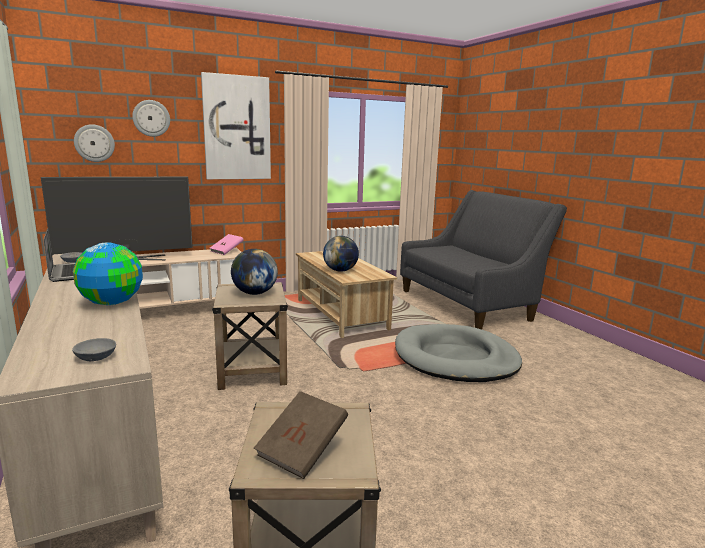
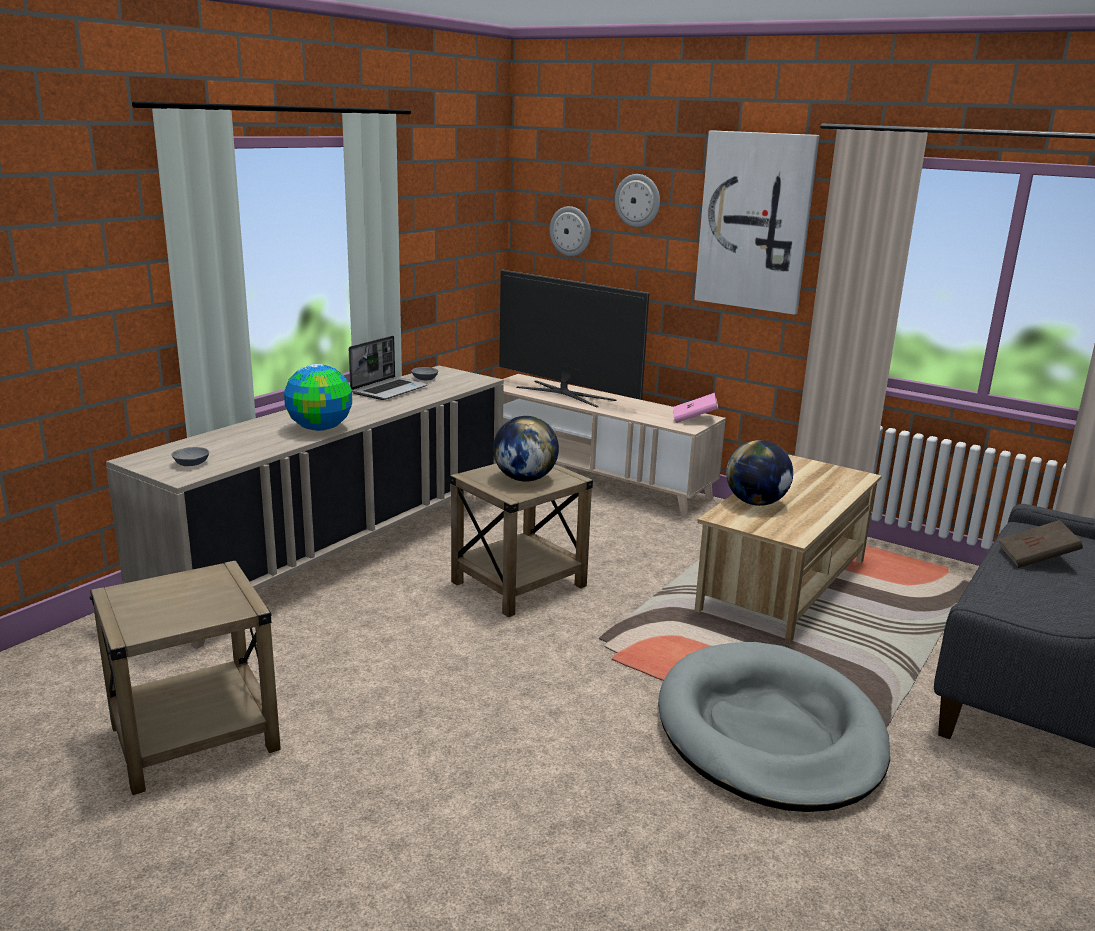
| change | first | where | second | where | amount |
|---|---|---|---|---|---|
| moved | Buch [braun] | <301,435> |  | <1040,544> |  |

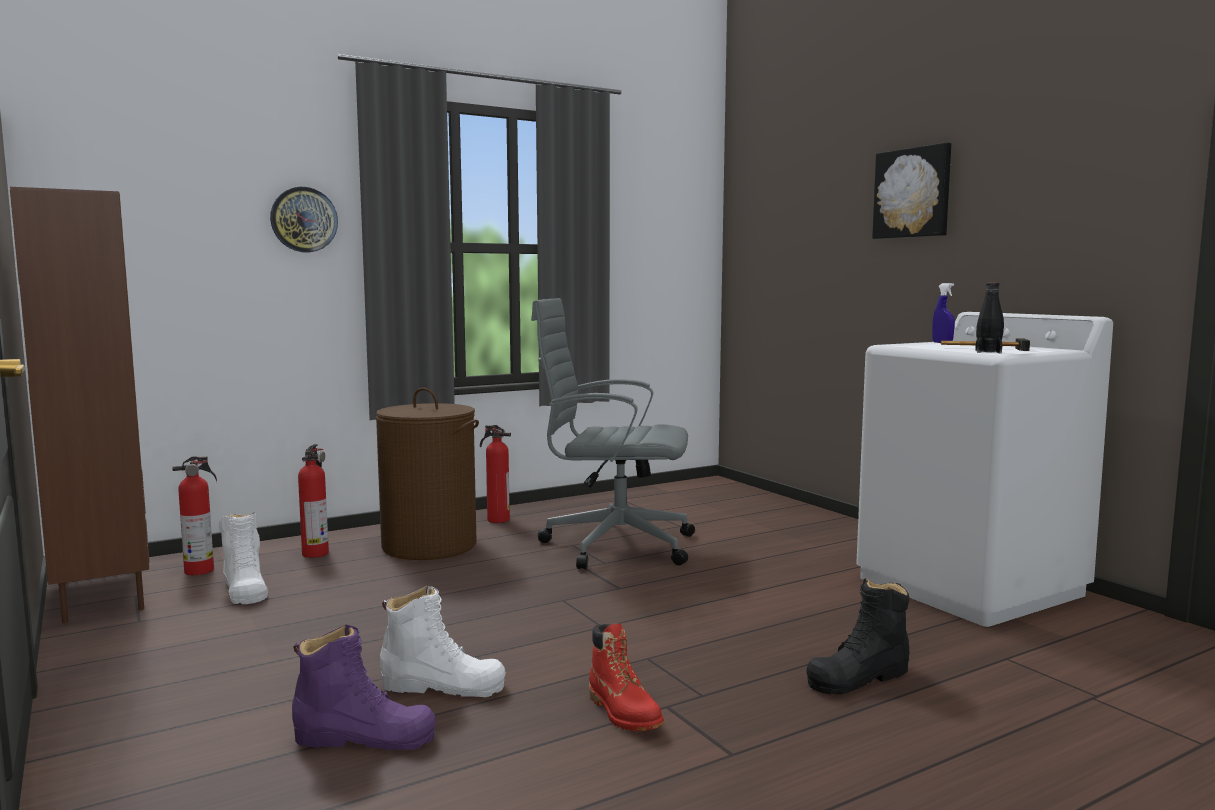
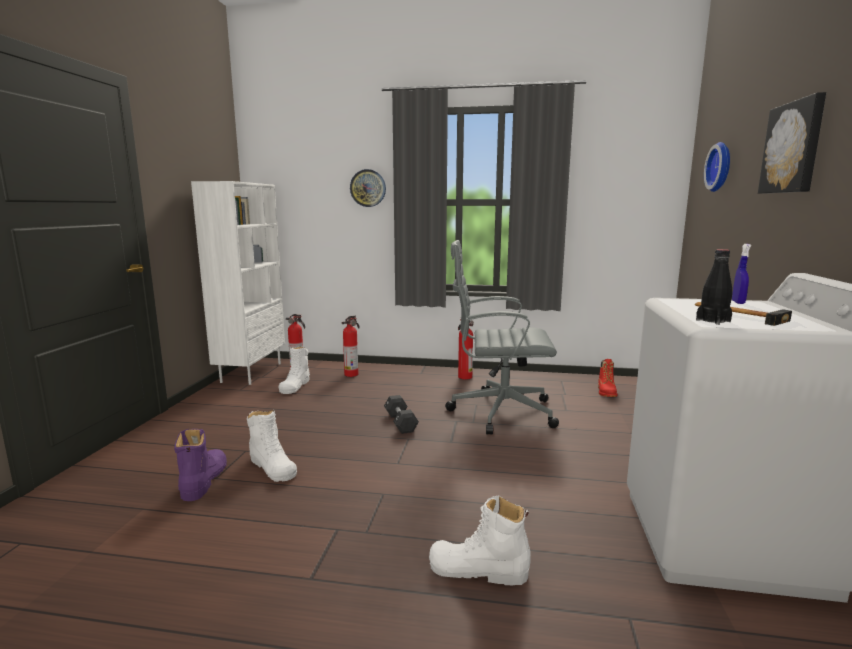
| change | first | where | second | where | amount |
|---|---|---|---|---|---|
| removed | Wäschekorb [braun] | <427,473> |  |  |  |
| added |  |  | Hantel [schwarz] | <401,414> |  |
| added |  |  | Wanduhr | <717,167> |  |
| moved | Stiefel [rot] | <626,677> |  | <607,378> |  |
| recoloured | Bücherregal [braun] | <80,405> | Bücherregal [weiß] | <238,283> |  |
| recoloured | Stiefel [schwarz] | <858,636> | Stiefel [weiß] | <480,540> |  |
| turned | Stiefel [lila] | <364,687> |  | <200,465> | 135 degrees counterclockwise |
| turned | Bürostuhl [grau] | <613,433> |  | <502,337> | 45 degrees counterclockwise |

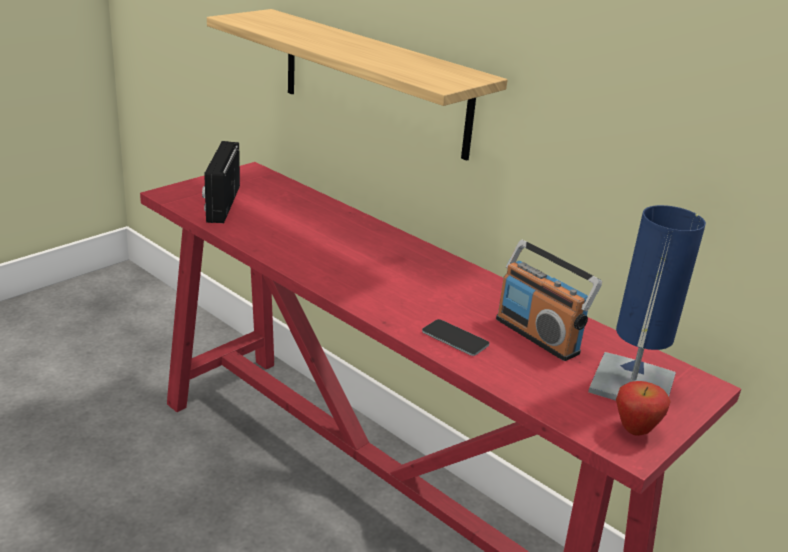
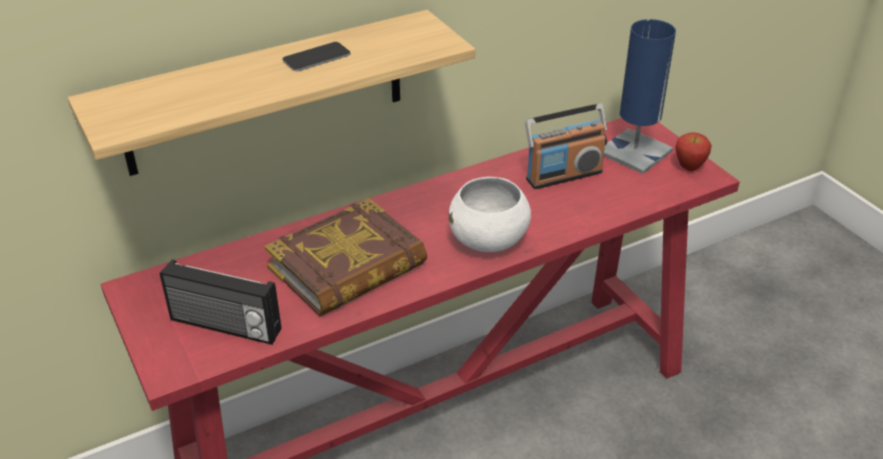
| change | first | where | second | where | amount |
|---|---|---|---|---|---|
| added |  |  | Buch | <346,257> |  |
| added |  |  | Schüssel [weiß] | <490,214> |  |
| moved | Handy | <455,337> |  | <316,56> |  |

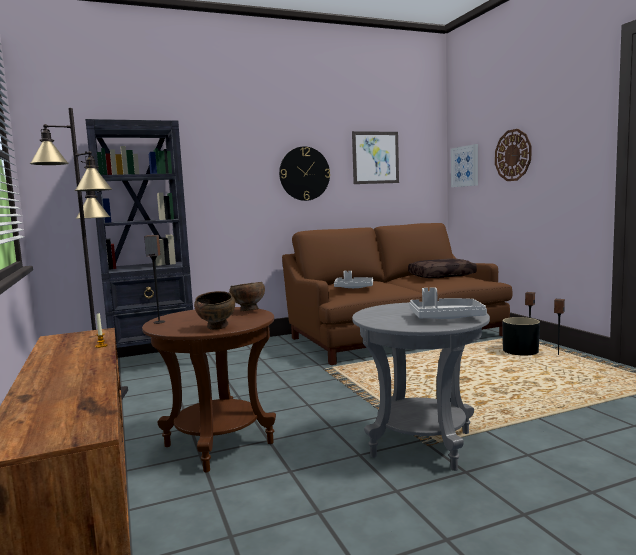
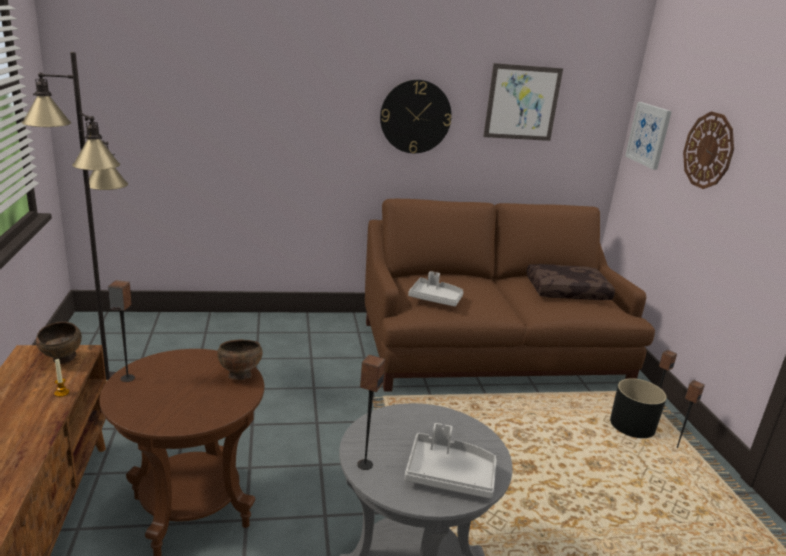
| change | first | where | second | where | amount |
|---|---|---|---|---|---|
| removed | Bücherregal [schwarz] | <139,241> |  |  |  |
| added |  |  | Lautsprecher | <371,412> |  |
| moved | Schüssel [braun] | <214,310> |  | <59,343> |  |

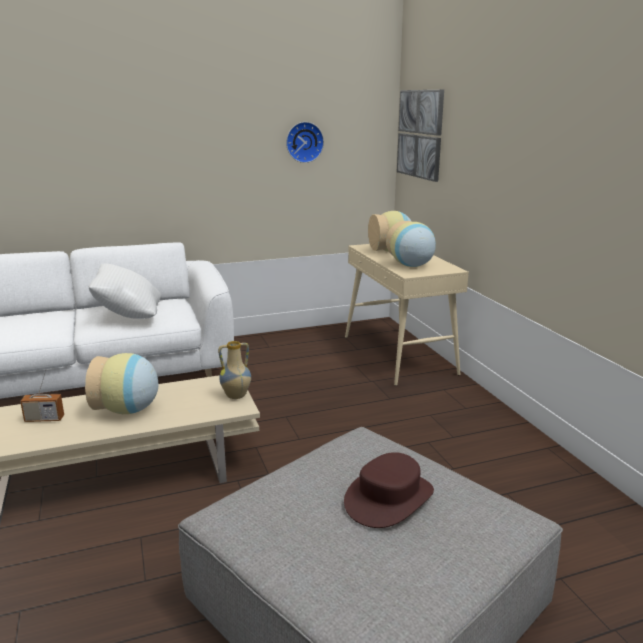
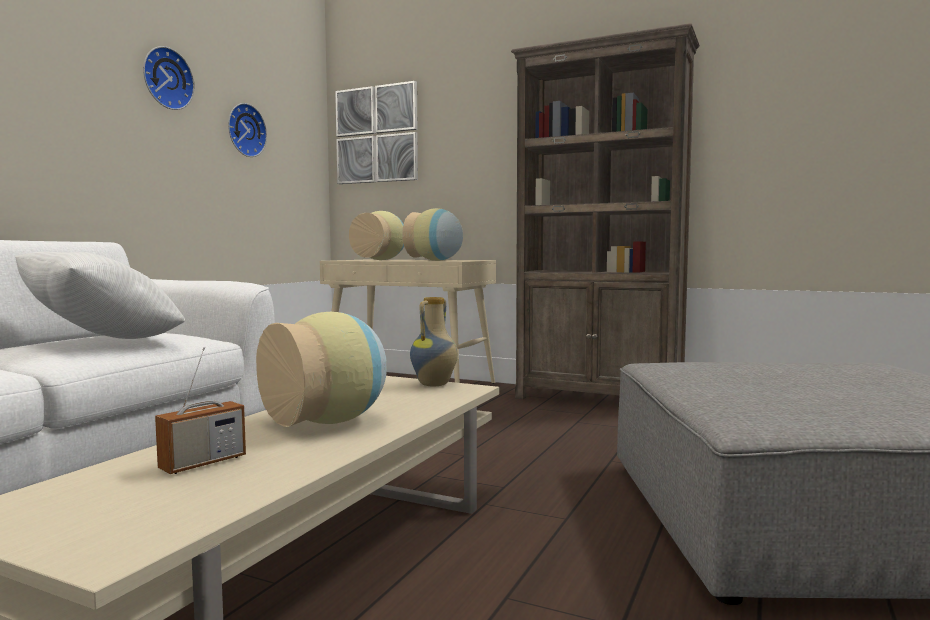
| change | first | where | second | where | amount |
|---|---|---|---|---|---|
| removed | Hut [braun] | <389,490> |  |  |  |
| added |  |  | Wanduhr | <169,78> |  |
| added |  |  | Bücherregal [braun] | <605,211> |  |

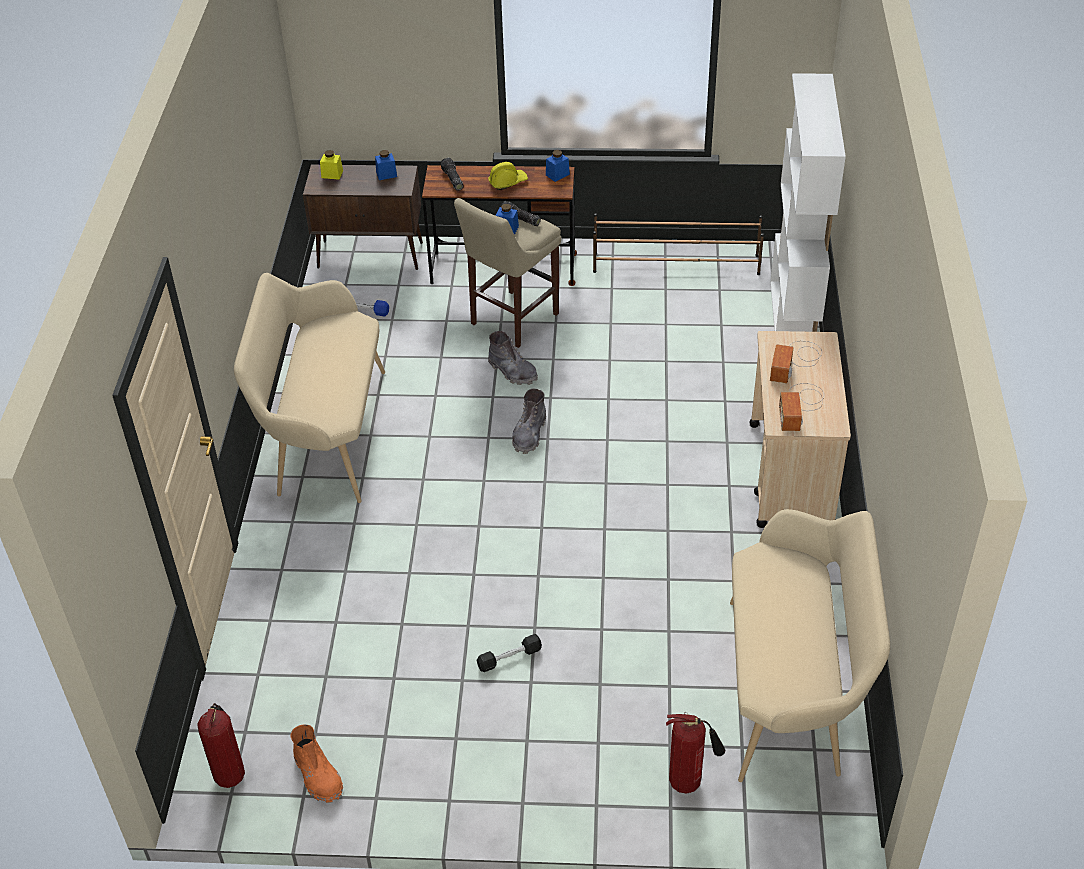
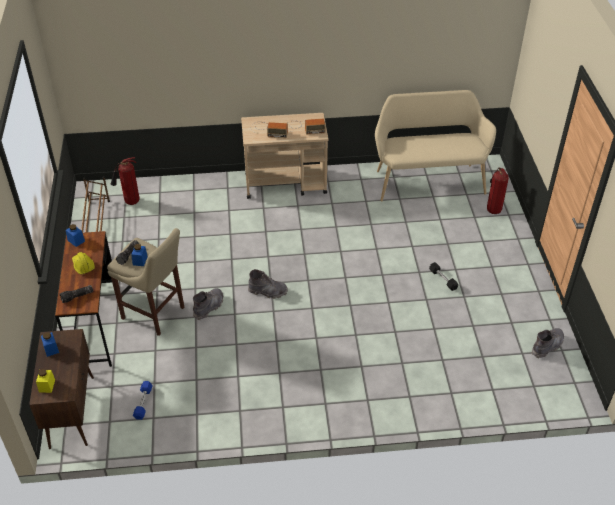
| change | first | where | second | where | amount |
|---|---|---|---|---|---|
| removed | Bank [beige] | <309,388> |  |  |  |
| removed | Bücherregal [weiß] | <808,202> |  |  |  |
| moved | Feuerlöscher | <221,745> |  | <125,181> |  |
| recoloured | Stiefel [orange] | <317,764> | Stiefel [grau] | <547,343> |  |

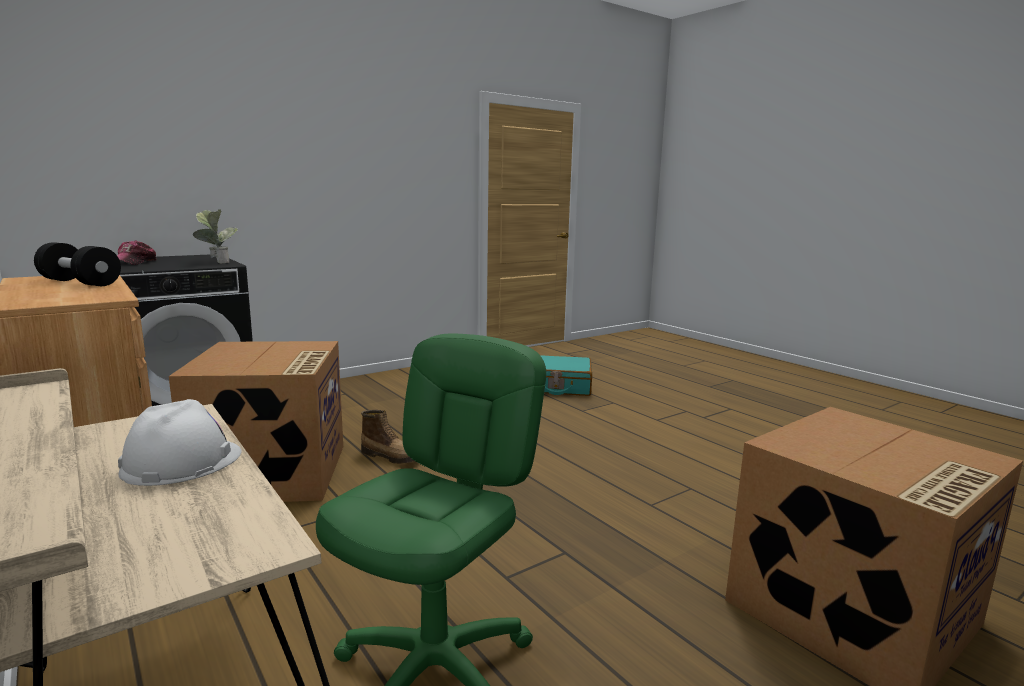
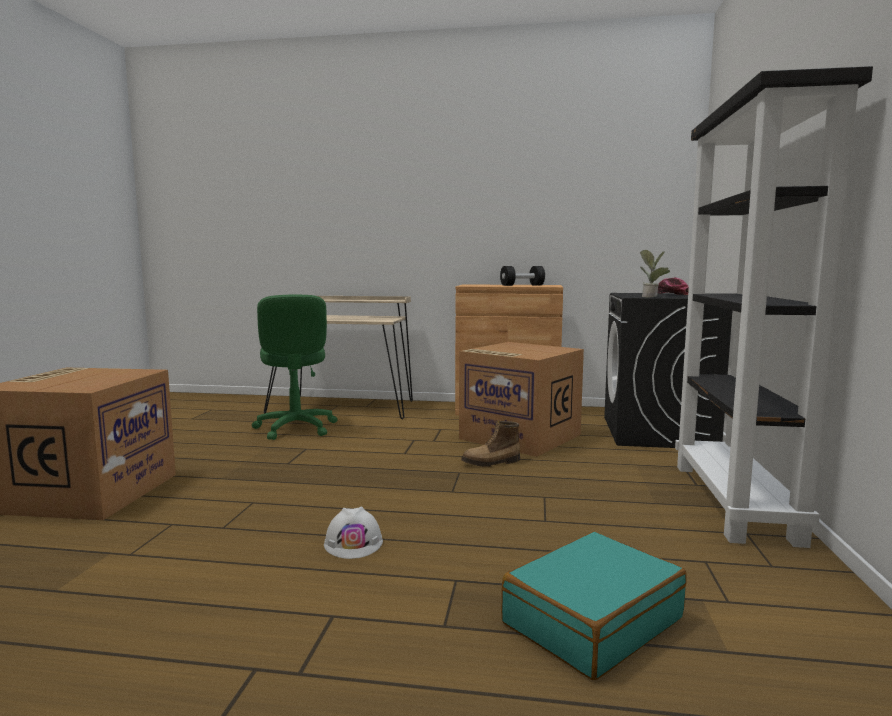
| change | first | where | second | where | amount |
|---|---|---|---|---|---|
| added |  |  | Bücherregal [schwarz] | <774,307> |  |
| moved | Schutzhelm [weiß] | <180,442> |  | <353,533> |  |

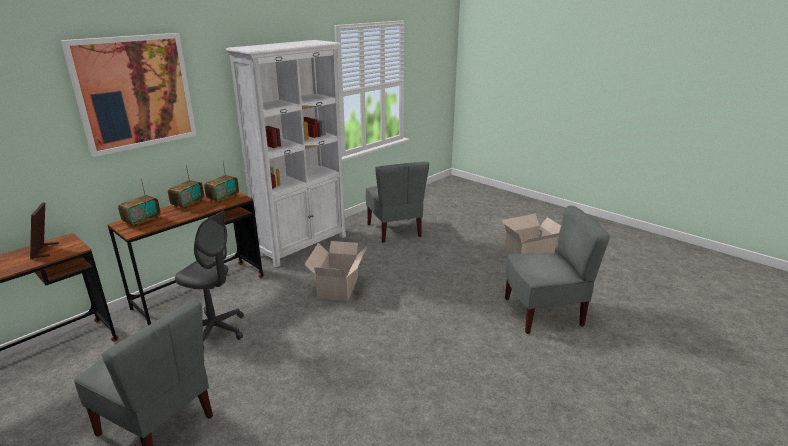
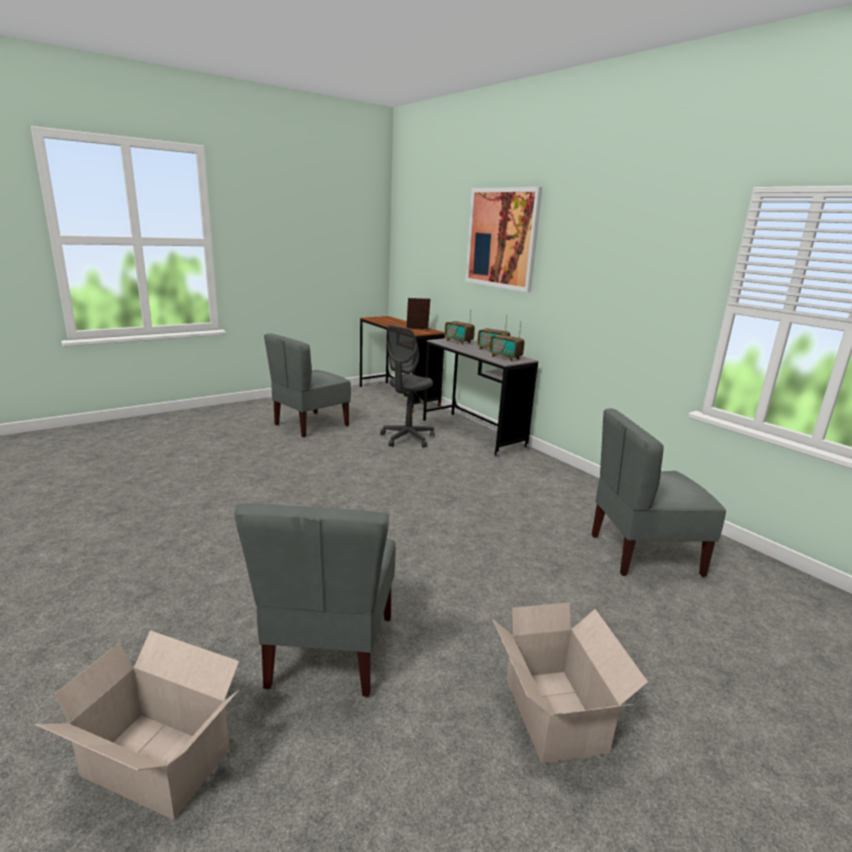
| change | first | where | second | where | amount |
|---|---|---|---|---|---|
| removed | Bücherregal [weiß] | <286,153> |  |  |  |
| moved | Karton | <335,271> |  | <137,725> |  |
| recoloured | Schreibtisch [braun] | <185,258> | Schreibtisch [grau] | <480,397> |  |

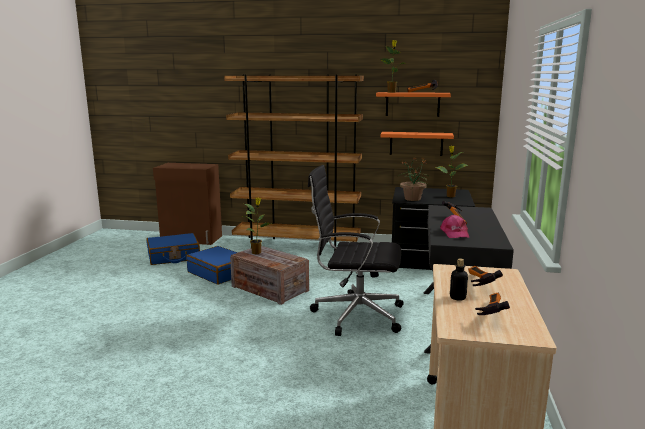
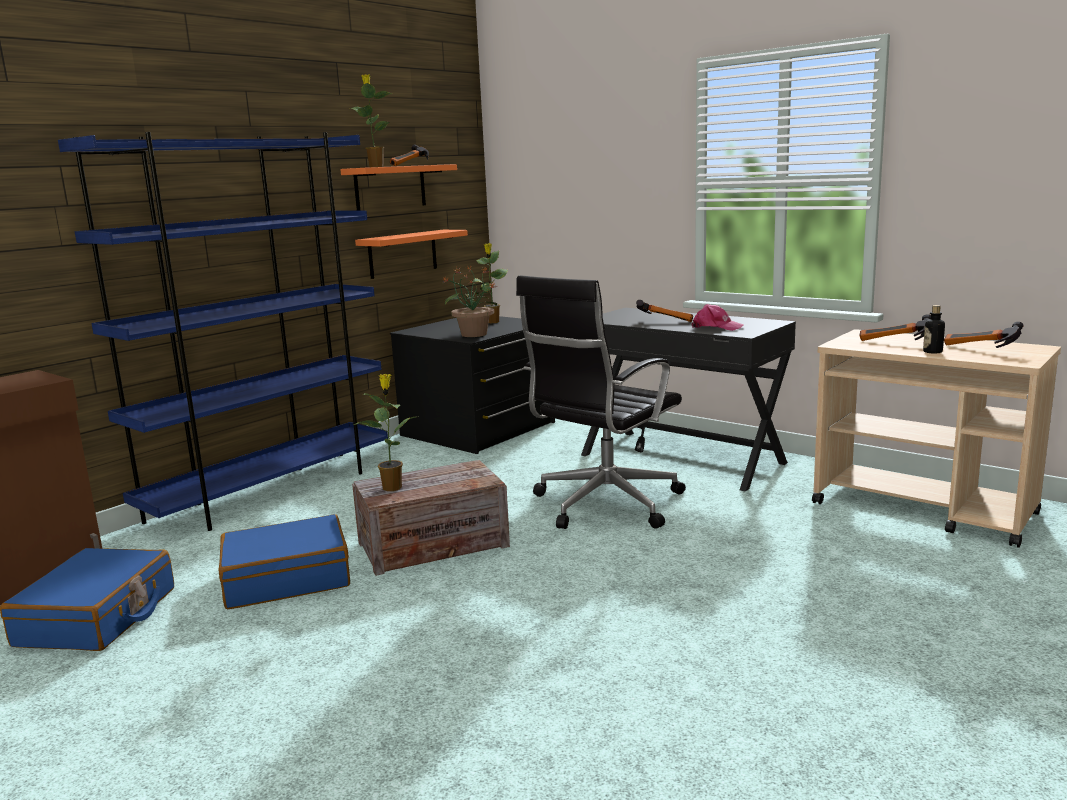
| change | first | where | second | where | amount |
|---|---|---|---|---|---|
| recoloured | Bücherregal [braun] | <294,163> | Bücherregal [blau] | <223,331> |  |

